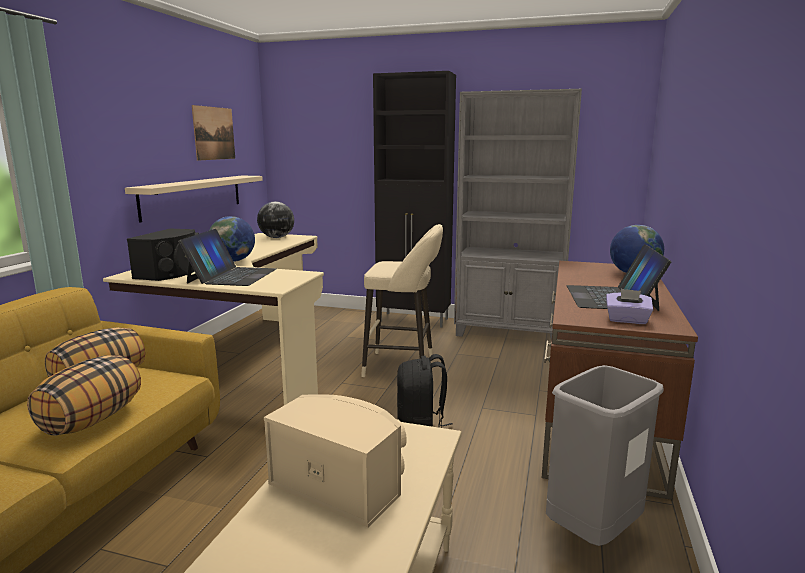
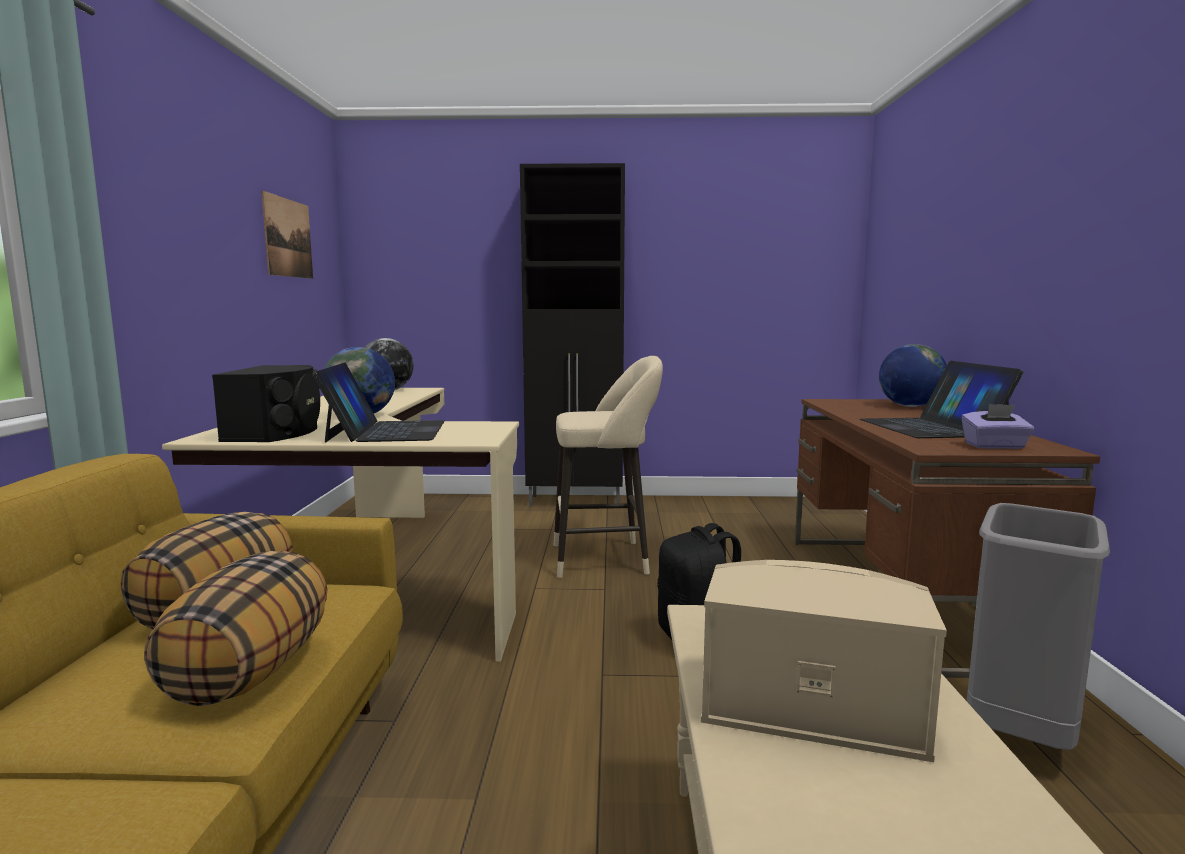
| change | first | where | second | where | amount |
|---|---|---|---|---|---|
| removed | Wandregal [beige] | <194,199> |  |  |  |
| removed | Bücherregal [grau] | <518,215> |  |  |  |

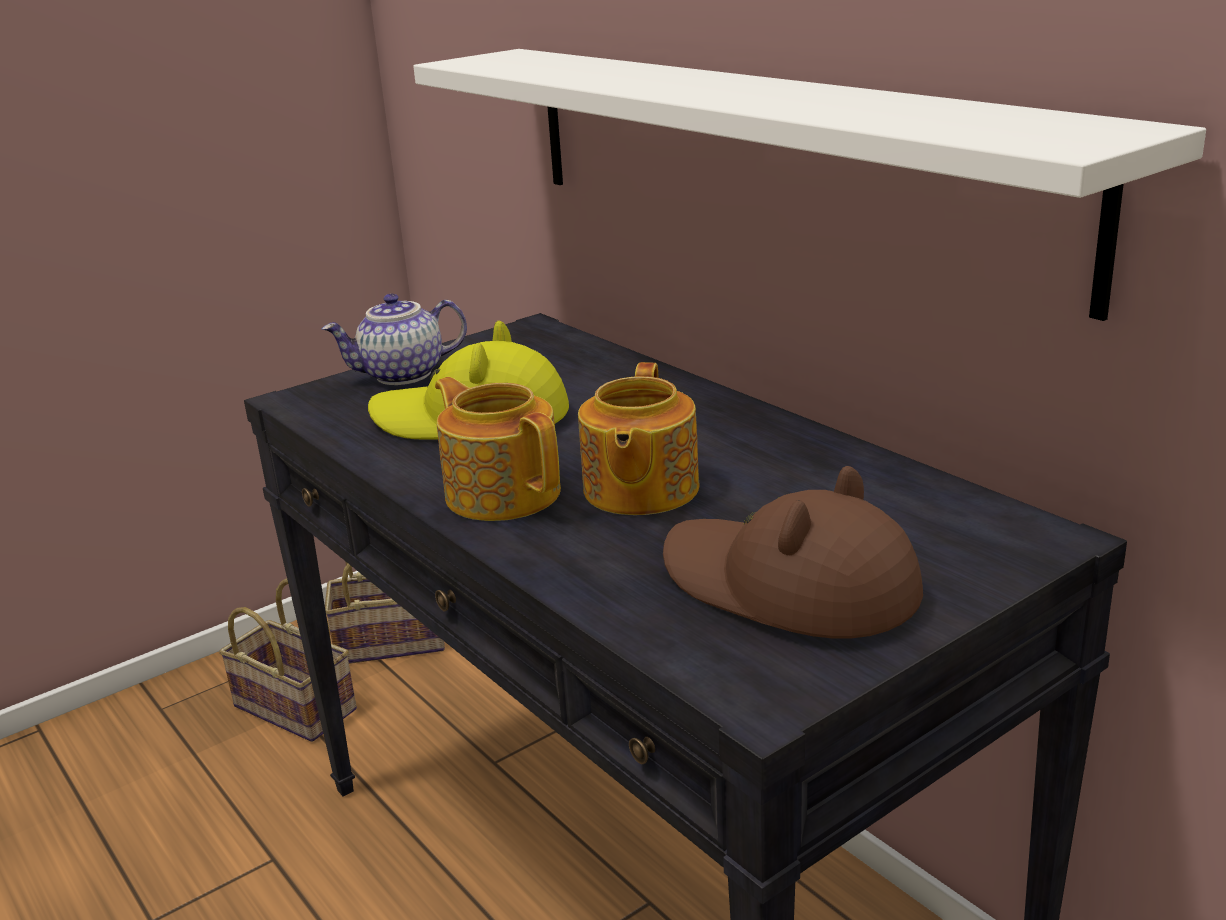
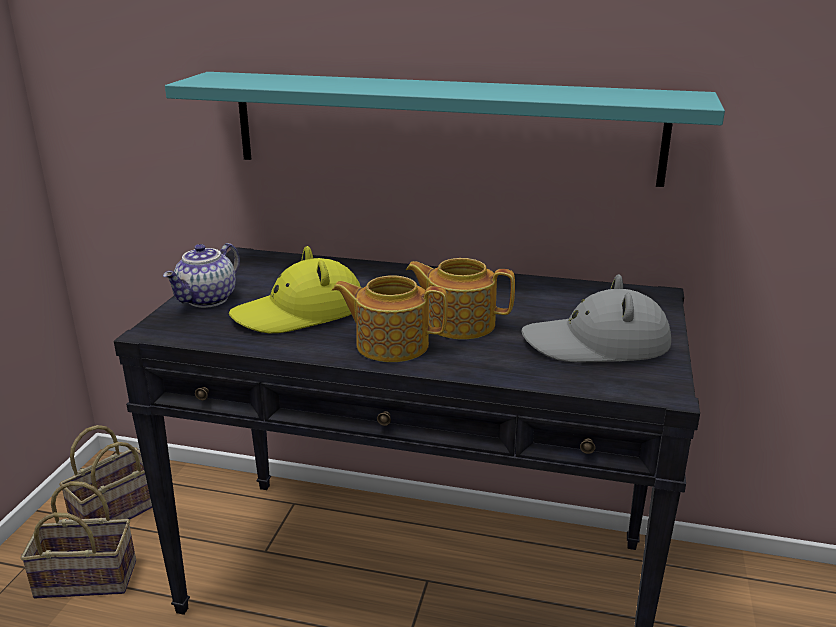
| change | first | where | second | where | amount |
|---|---|---|---|---|---|
| recoloured | Wandregal [weiß] | <809,185> | Wandregal [türkis] | <445,129> |  |
| recoloured | Hut [braun] | <793,552> | Hut [grau] | <596,318> |  |
| turned | Teekanne | <638,438> |  | <460,298> | 135 degrees clockwise |

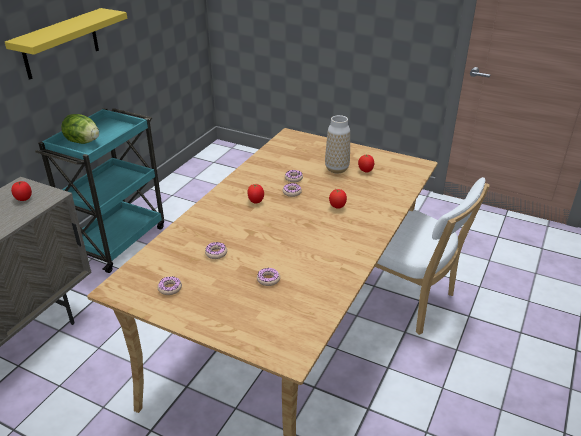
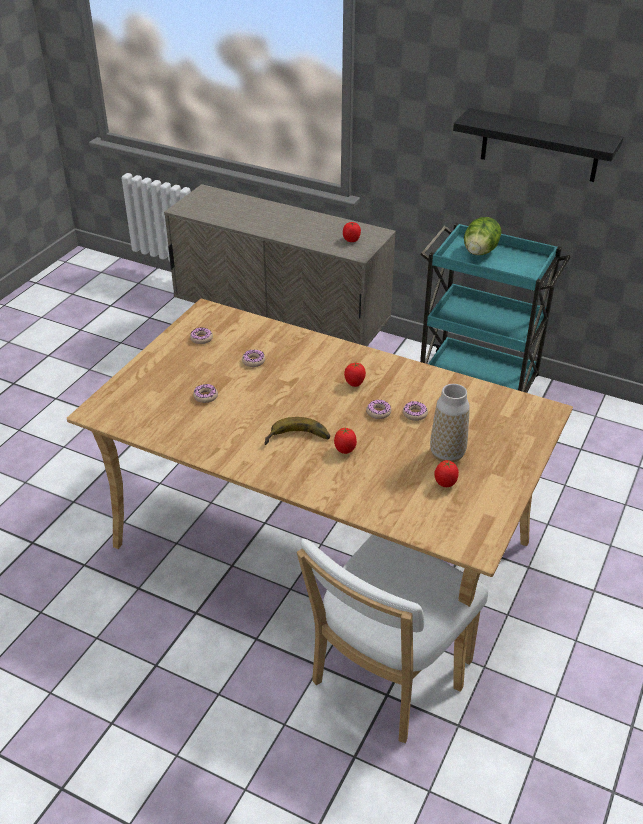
| change | first | where | second | where | amount |
|---|---|---|---|---|---|
| added |  |  | Banane | <297,431> |  |
| recoloured | Wandregal [gelb] | <66,44> | Wandregal [schwarz] | <538,145> |  |

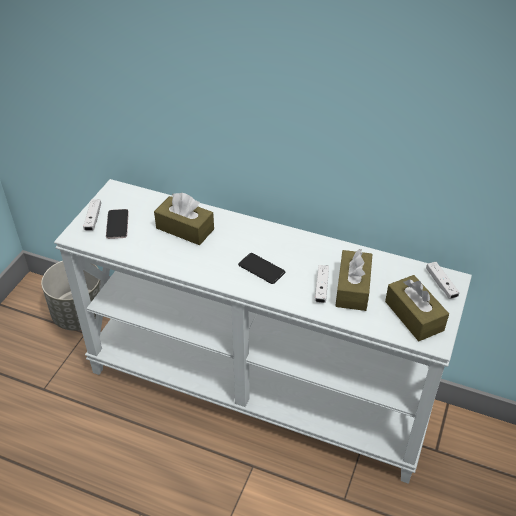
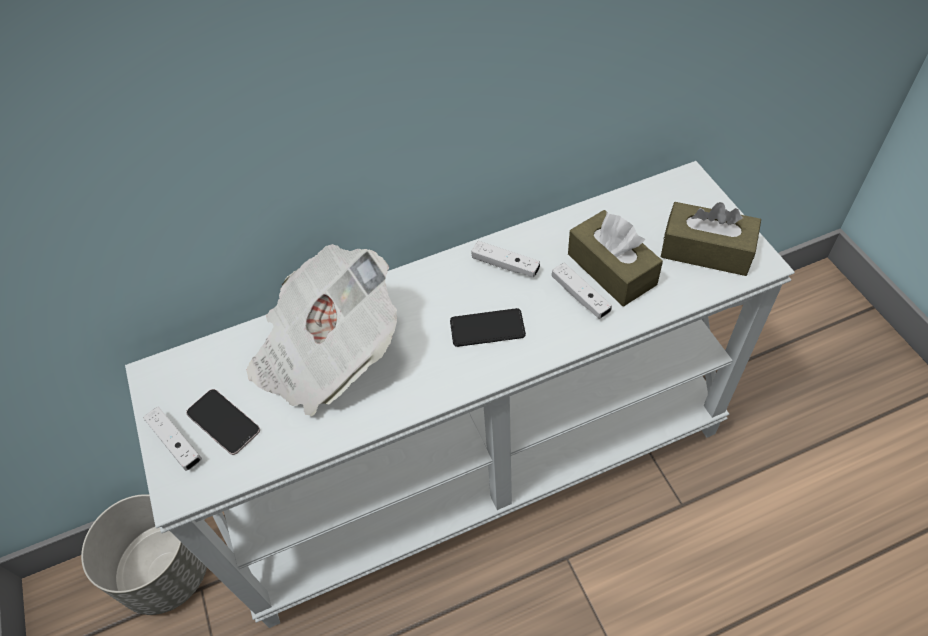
| change | first | where | second | where | amount |
|---|---|---|---|---|---|
| moved | Gamepad [weiß] | <443,280> |  | <505,259> |  |
| replaced | Taschentuchbox [braun] | <184,219> | Zeitung | <322,330> |  |

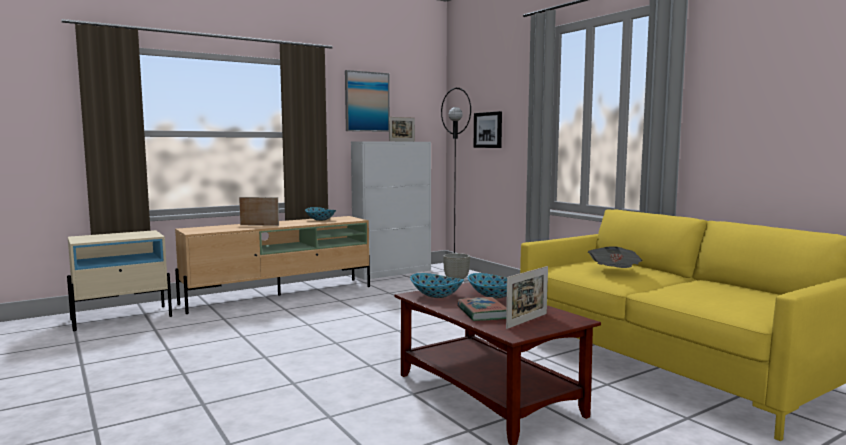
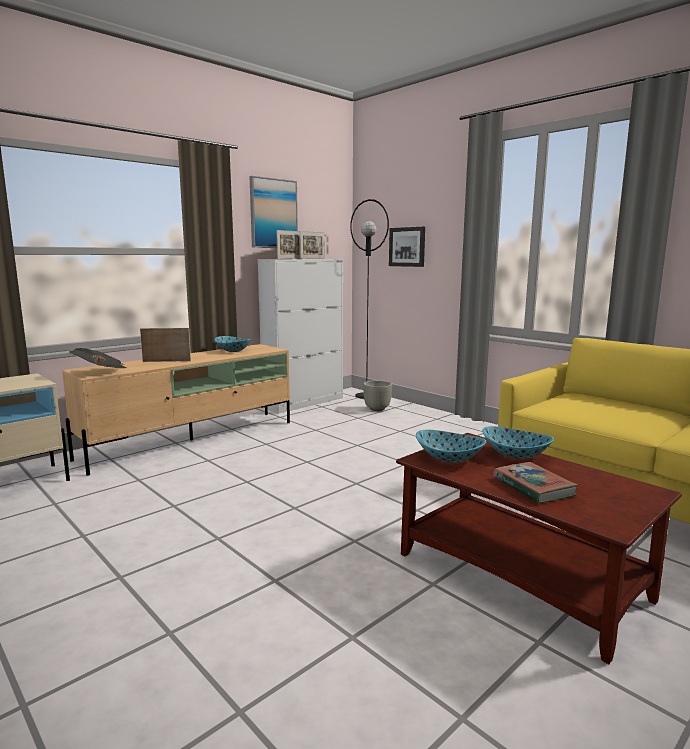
| change | first | where | second | where | amount |
|---|---|---|---|---|---|
| moved | Bilderrahmen | <527,297> |  | <288,244> |  |
| moved | Zeitung | <615,257> |  | <98,358> |  |

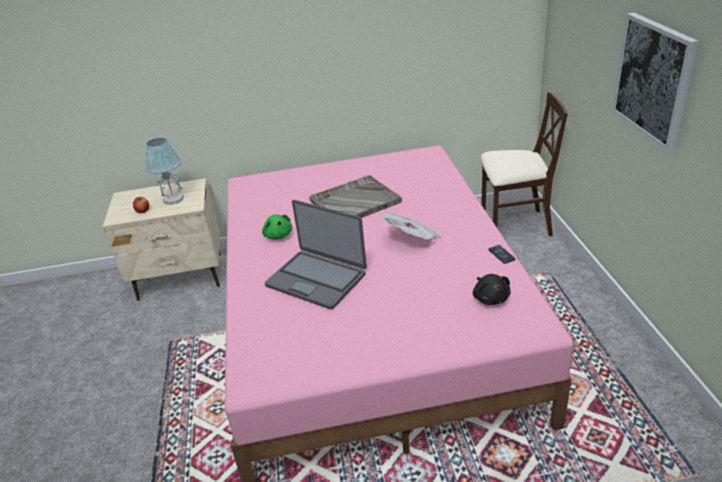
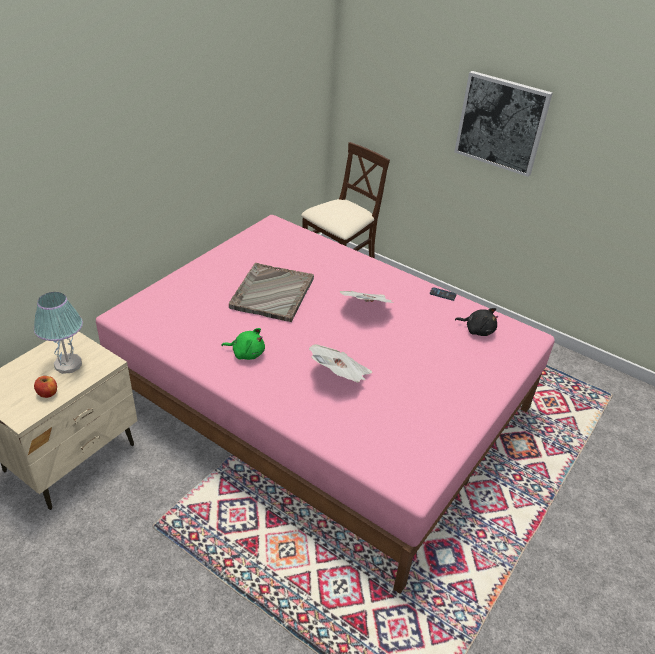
| change | first | where | second | where | amount |
|---|---|---|---|---|---|
| replaced | Laptop | <316,254> | Zeitung | <340,363> |  |

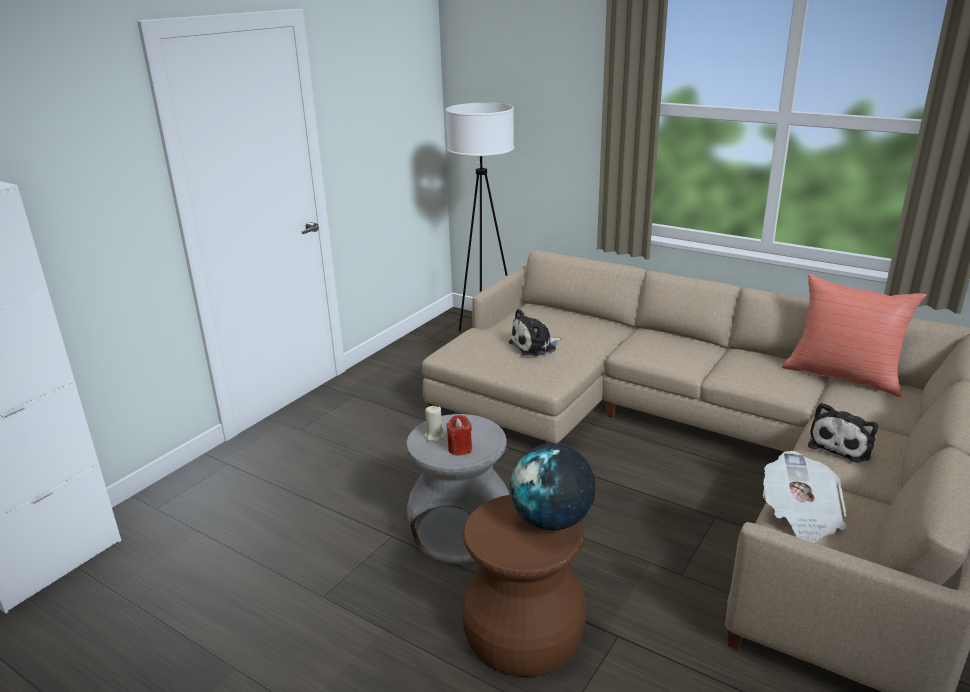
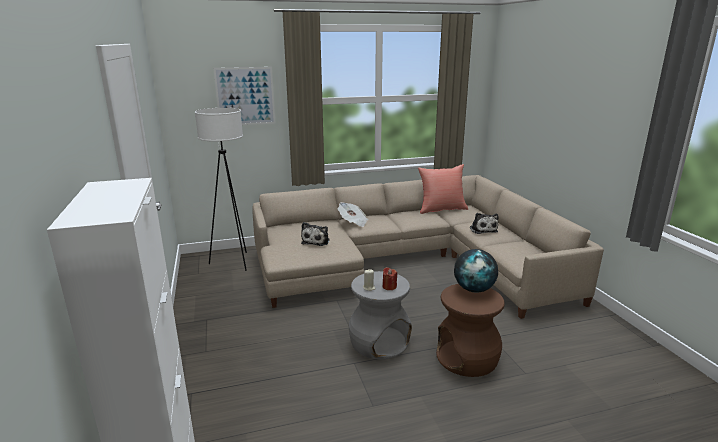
| change | first | where | second | where | amount |
|---|---|---|---|---|---|
| added |  |  | Bild | <244,96> |  |
| moved | Zeitung | <805,497> |  | <352,214> |  |

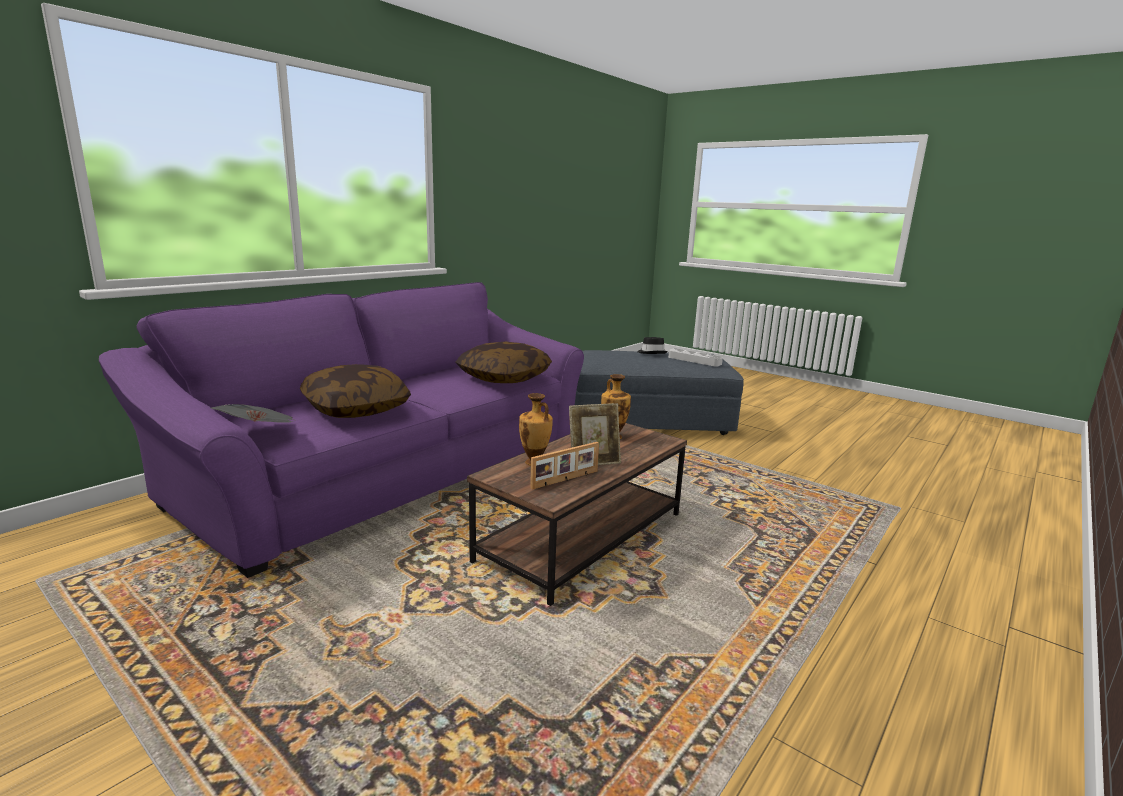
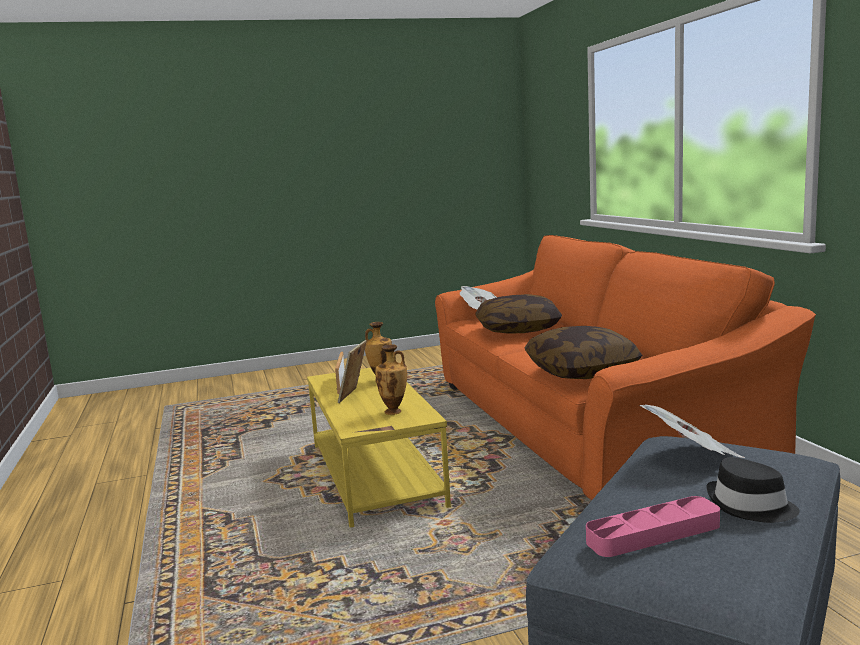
| change | first | where | second | where | amount |
|---|---|---|---|---|---|
| added |  |  | Zeitung | <692,431> |  |
| recoloured | Sofa [lila] | <341,430> | Sofa [orange] | <625,367> |  |
| recoloured | Couchtisch [braun] | <577,514> | Couchtisch [gelb] | <379,448> |  |
| recoloured | Tablett [grau] | <695,357> | Tablett [rosa] | <653,526> |  |

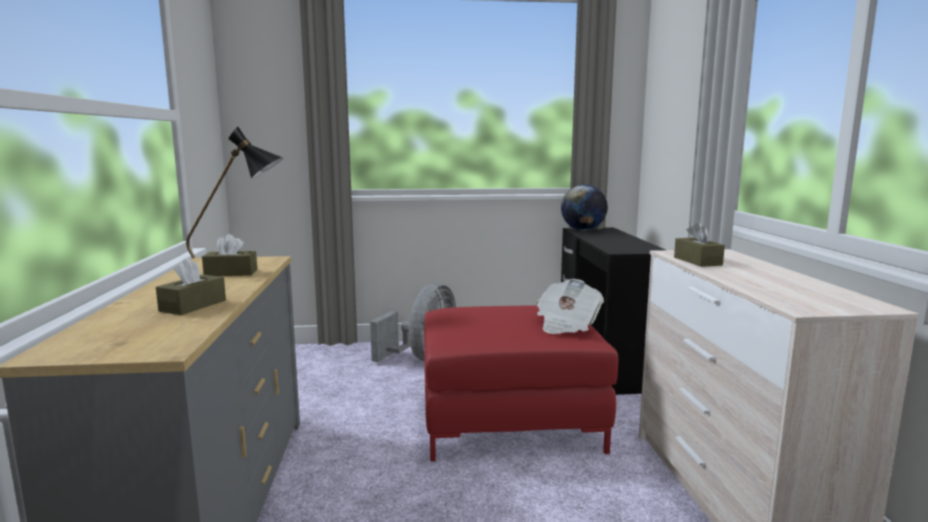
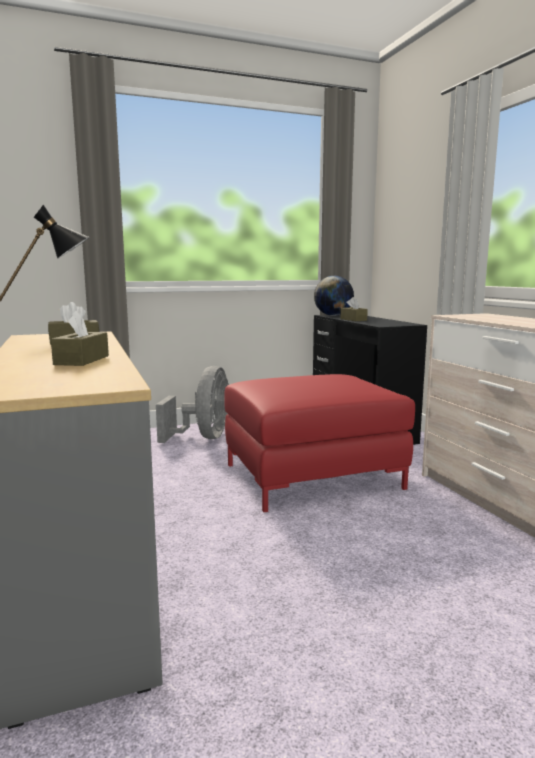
| change | first | where | second | where | amount |
|---|---|---|---|---|---|
| removed | Zeitung | <570,306> |  |  |  |
| moved | Taschentuchbox [braun] | <699,244> |  | <354,309> |  |

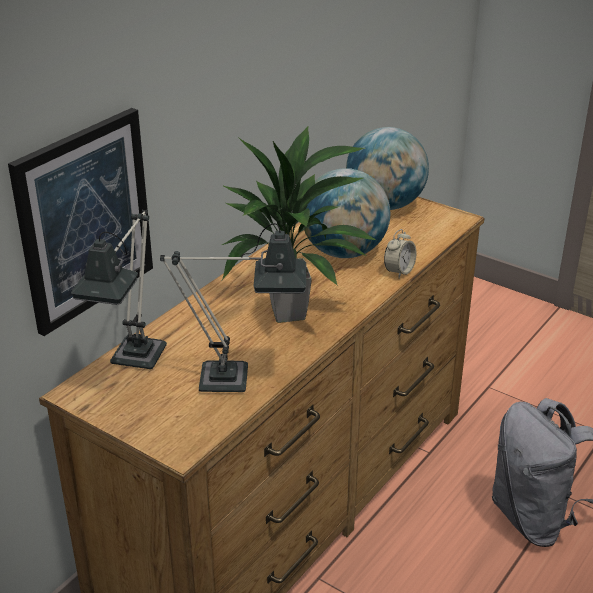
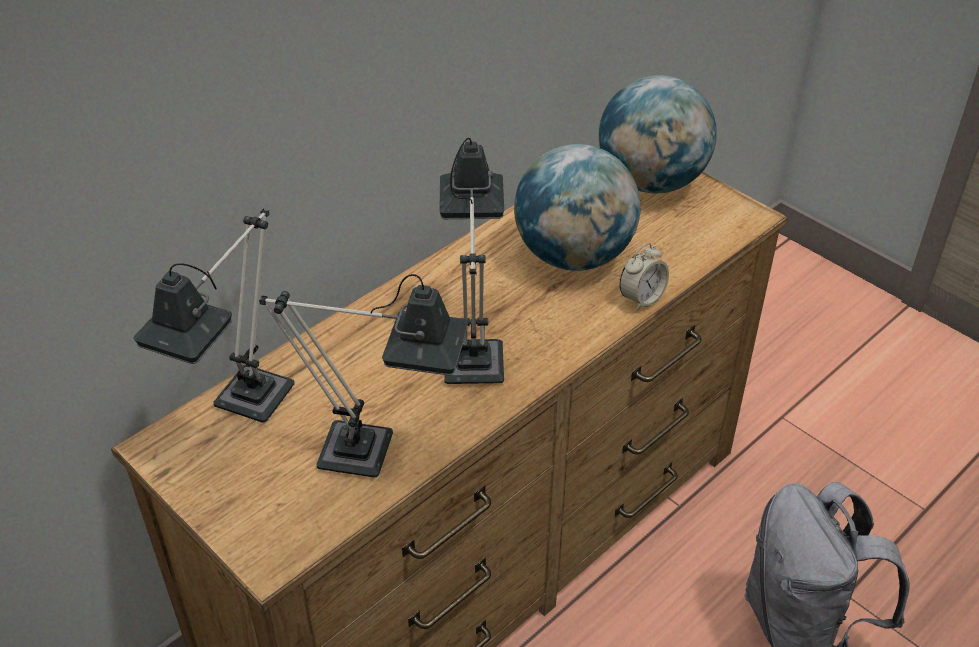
| change | first | where | second | where | amount |
|---|---|---|---|---|---|
| removed | Bild | <80,222> |  |  |  |
| replaced | Topfpflanze | <299,225> | Tischlampe | <471,261> |  |

